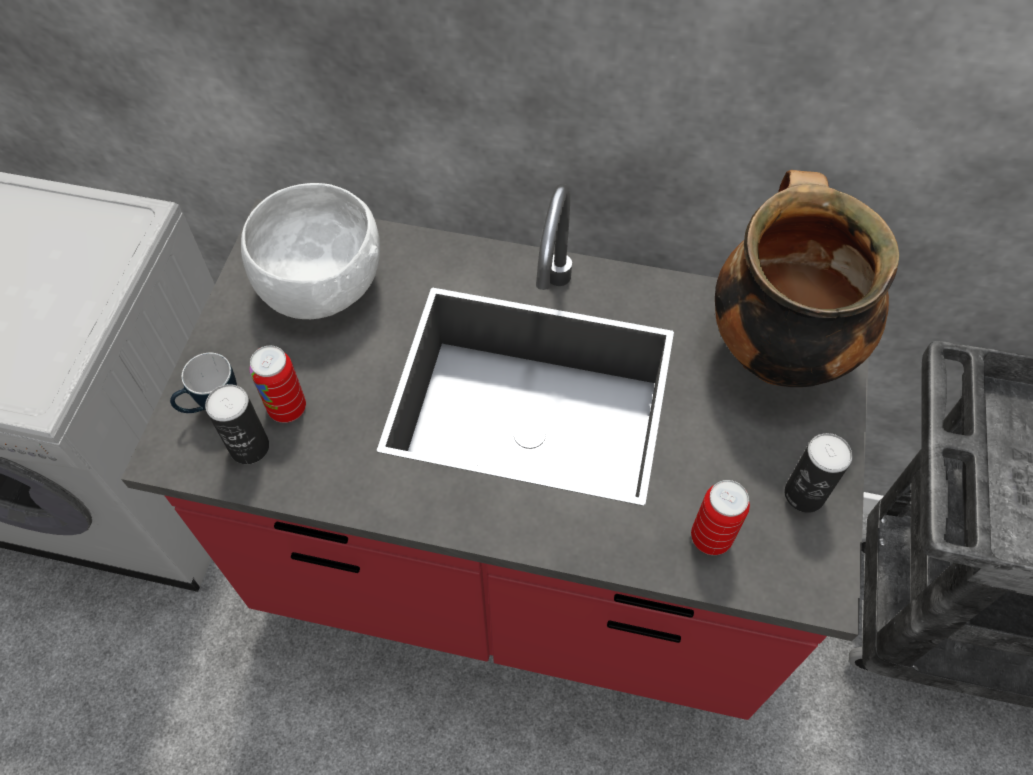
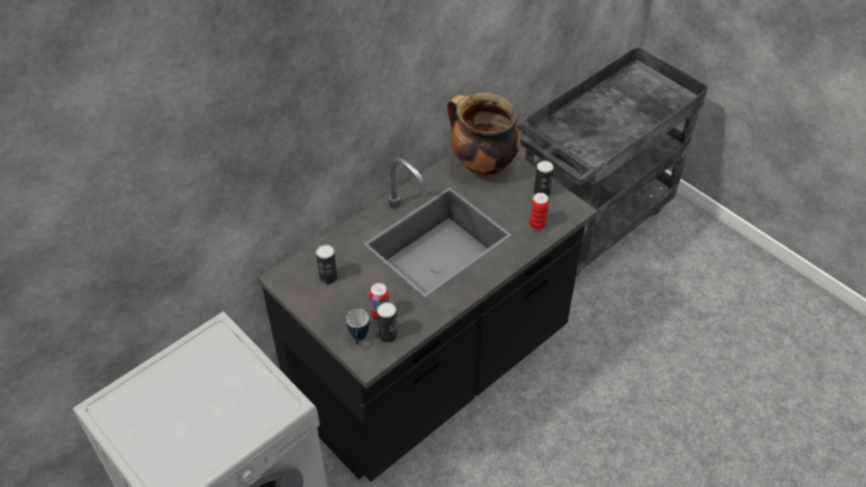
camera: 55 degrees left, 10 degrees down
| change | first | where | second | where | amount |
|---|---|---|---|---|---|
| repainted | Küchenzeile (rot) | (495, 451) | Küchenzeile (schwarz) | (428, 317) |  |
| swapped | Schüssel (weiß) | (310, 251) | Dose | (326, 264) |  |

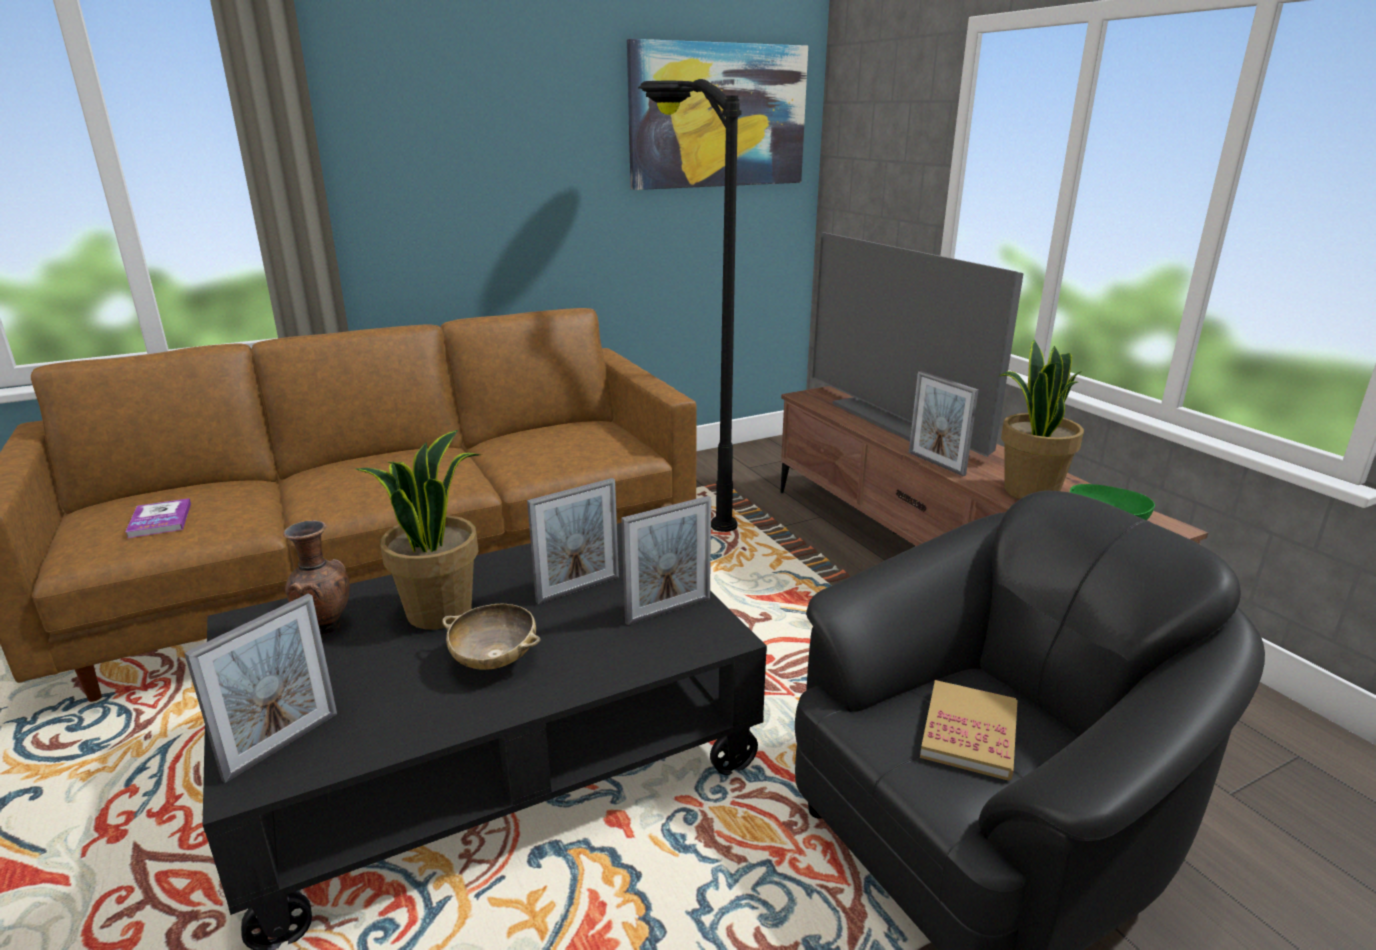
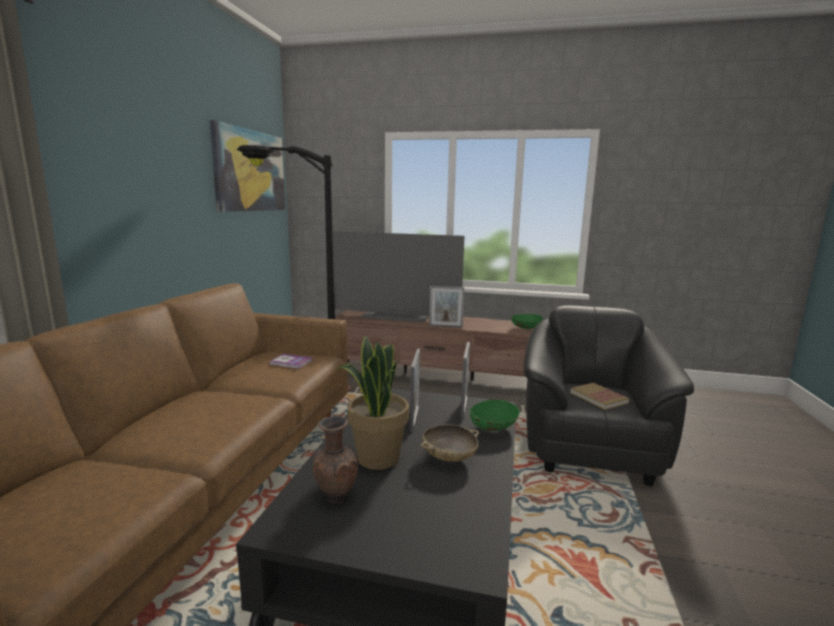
camera: 50 degrees left, 10 degrees down
| change | first | where | second | where | amount |
|---|---|---|---|---|---|
| shifted | Buch | (158, 518) |  | (291, 361) |  |
| gone | Bilderrahmen | (260, 688) |  |  |  |
| gone | Topfpflanze | (1041, 419) |  |  |  |
| new |  |  | Schüssel (grün) | (495, 415) |  |

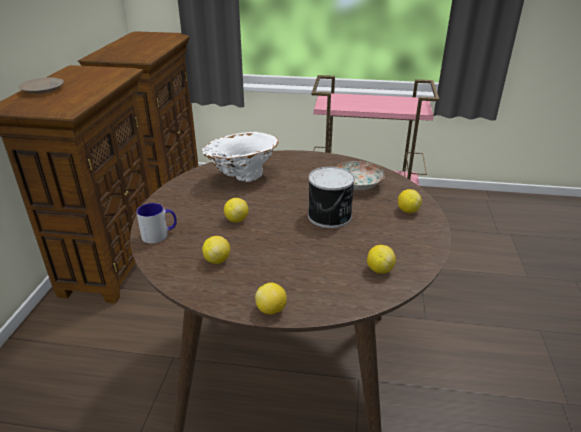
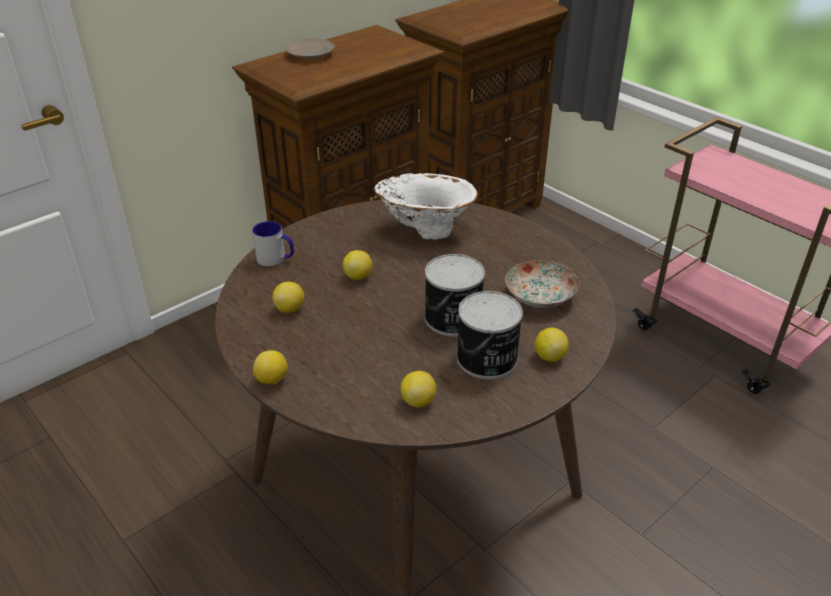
camera: 40 degrees right, 5 degrees up
| change | first | where | second | where | amount |
|---|---|---|---|---|---|
| new |  |  | Dose | (490, 335) |  |

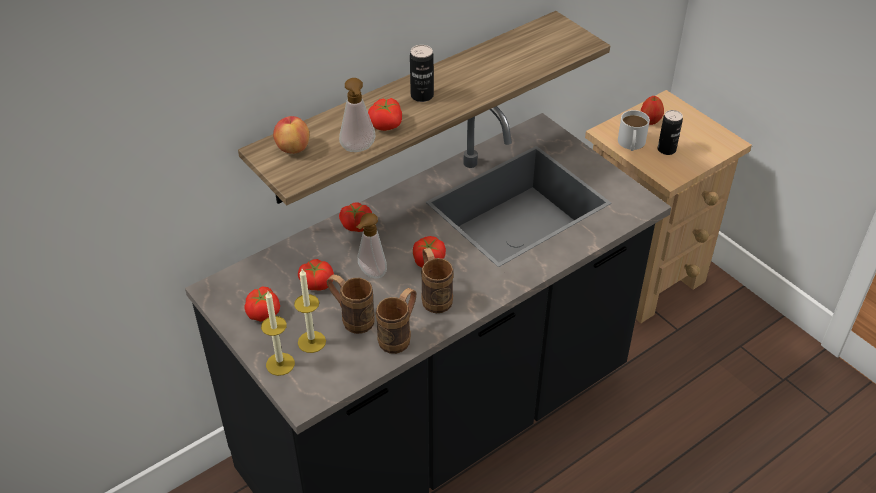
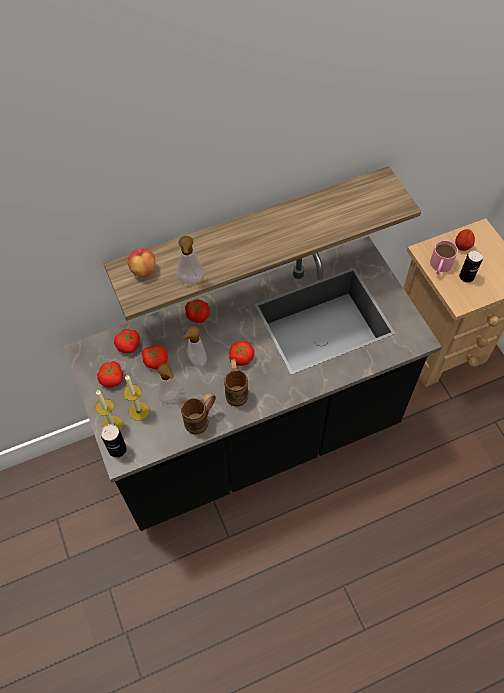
camera: 15 degrees right, 15 degrees up
| change | first | where | second | where | amount |
|---|---|---|---|---|---|
| swapped | Henkelbecher (braun) | (351, 304) | Seifenspender | (169, 383) |  |
| shifted | Tomate | (385, 114) |  | (127, 341) |  |
| shifted | Dose | (422, 73) |  | (114, 441) |  |
| repainted | Henkelbecher (weiß) | (634, 130) | Henkelbecher (rosa) | (444, 257) |  |

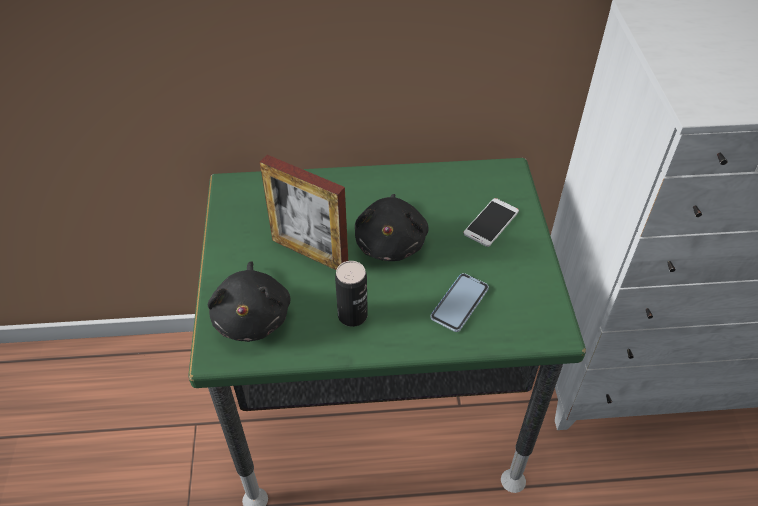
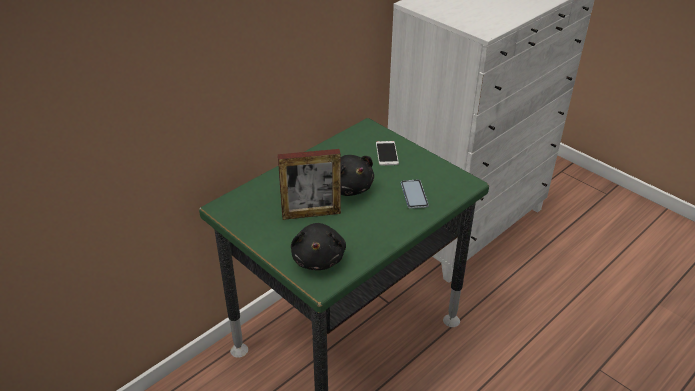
camera: 40 degrees left, 10 degrees down
| change | first | where | second | where | amount |
|---|---|---|---|---|---|
| rotated | Plüschtier (schwarz) | (249, 301) |  | (318, 246) | 45 degrees clockwise |
| gone | Dose | (351, 294) |  |  |  |

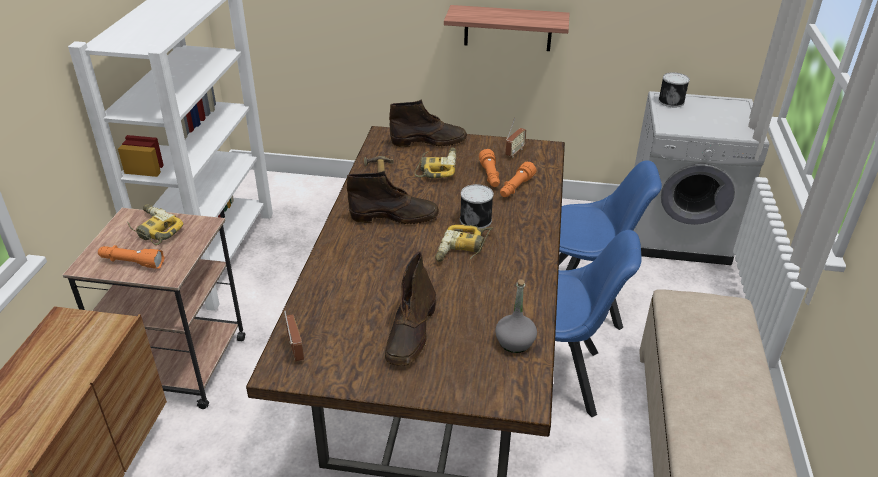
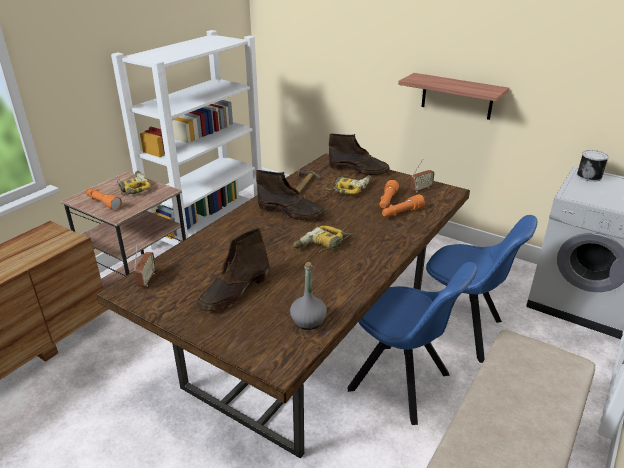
camera: 25 degrees right, 5 degrees down
| change | first | where | second | where | amount |
|---|---|---|---|---|---|
| gone | Dose | (476, 206) |  |  |  |

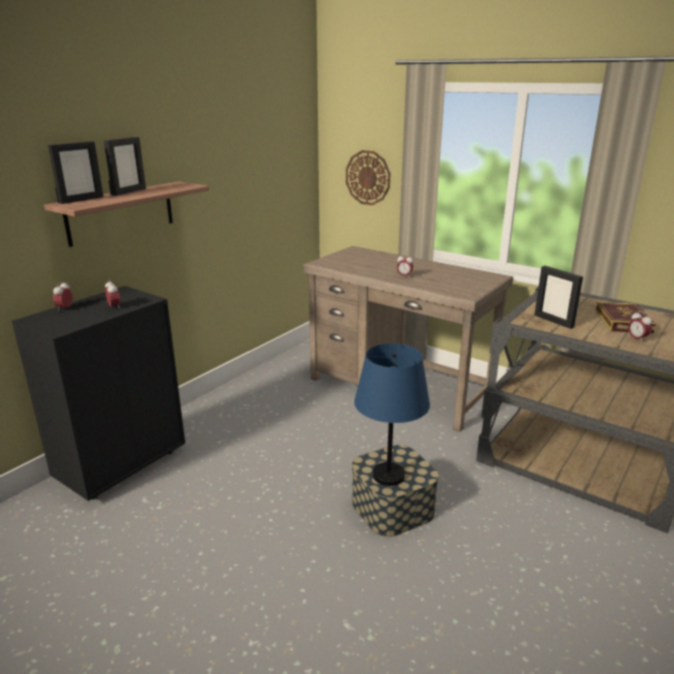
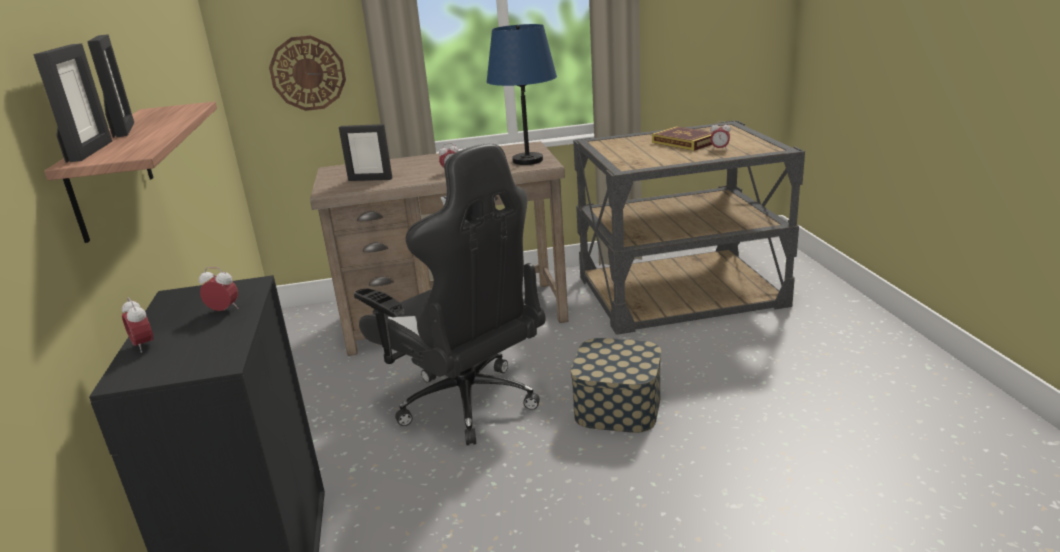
camera: 45 degrees left, 0 degrees up
| change | first | where | second | where | amount |
|---|---|---|---|---|---|
| shifted | Tischlampe (blau) | (392, 414) |  | (522, 94) |  |
| shifted | Bilderrahmen | (558, 297) |  | (365, 152) |  |
| new |  |  | Bürostuhl (schwarz) | (450, 294) |  |

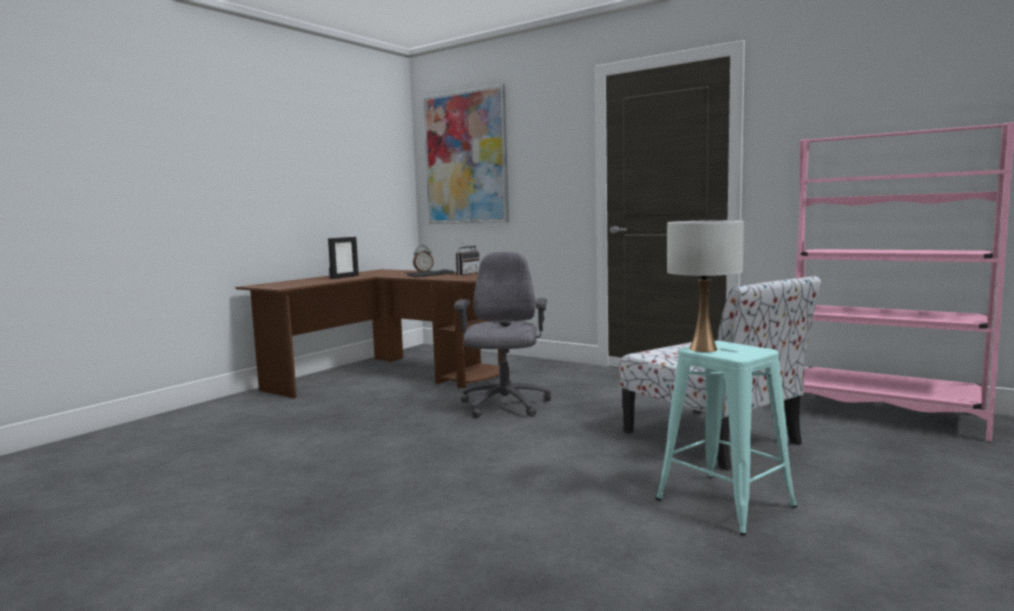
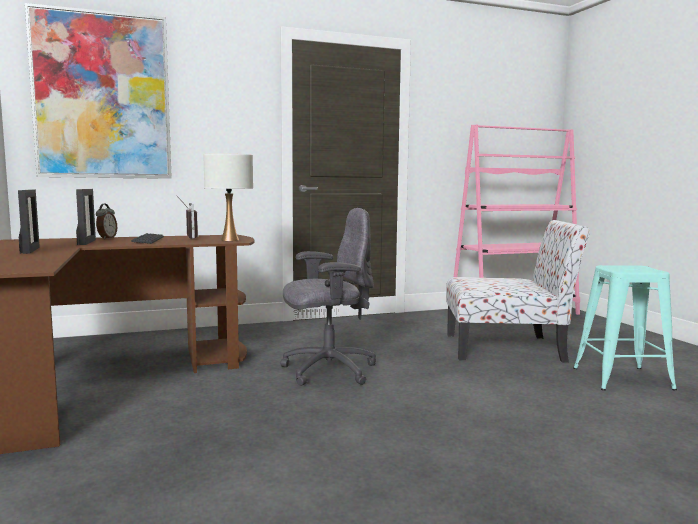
camera: 55 degrees left, 0 degrees up
| change | first | where | second | where | amount |
|---|---|---|---|---|---|
| rotated | Bürostuhl (grau) | (502, 334) |  | (328, 297) | 120 degrees clockwise |
| shifted | Tischlampe (weiß) | (705, 286) |  | (228, 197) |  |
| new |  |  | Bilderrahmen | (86, 217) |  |

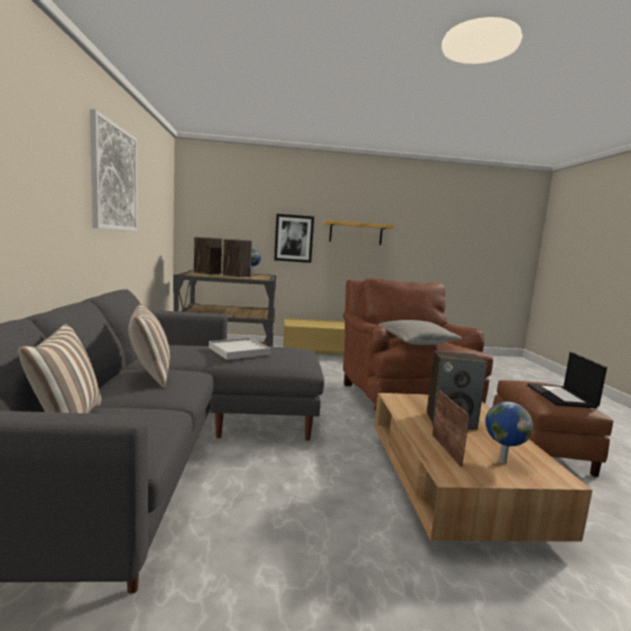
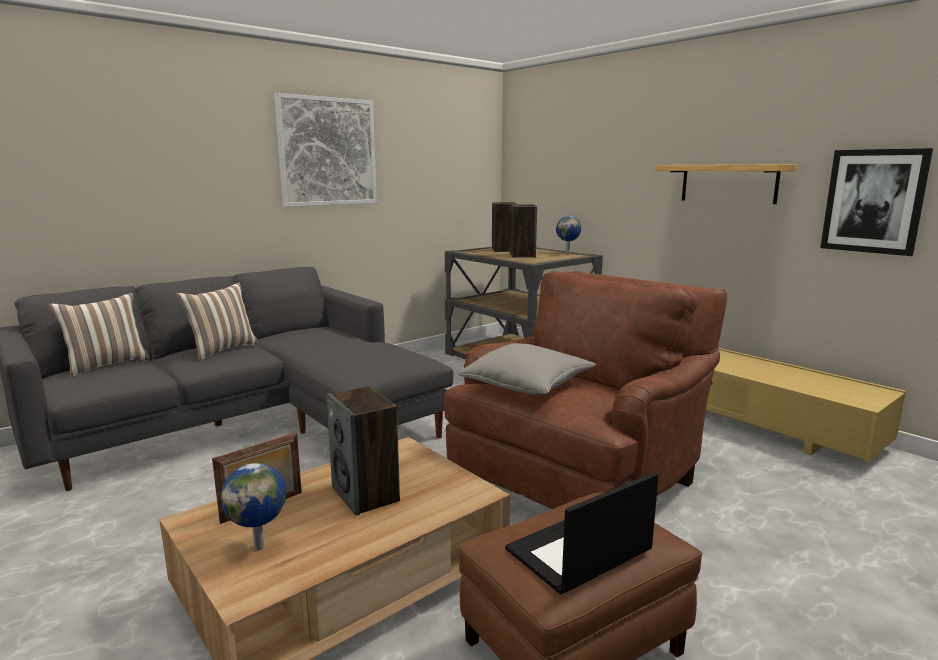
camera: 55 degrees right, 5 degrees up
| change | first | where | second | where | amount |
|---|---|---|---|---|---|
| gone | Tablett (weiß) | (239, 349) |  |  |  |
| shifted | Bild | (294, 238) |  | (876, 202) |  |

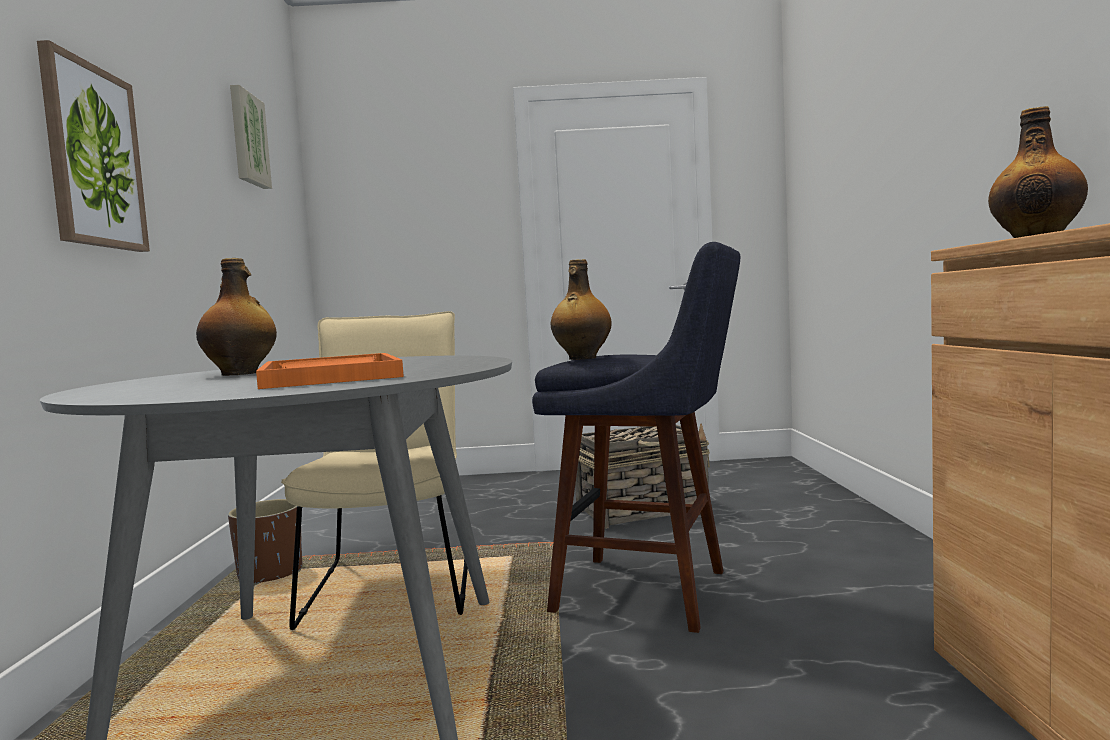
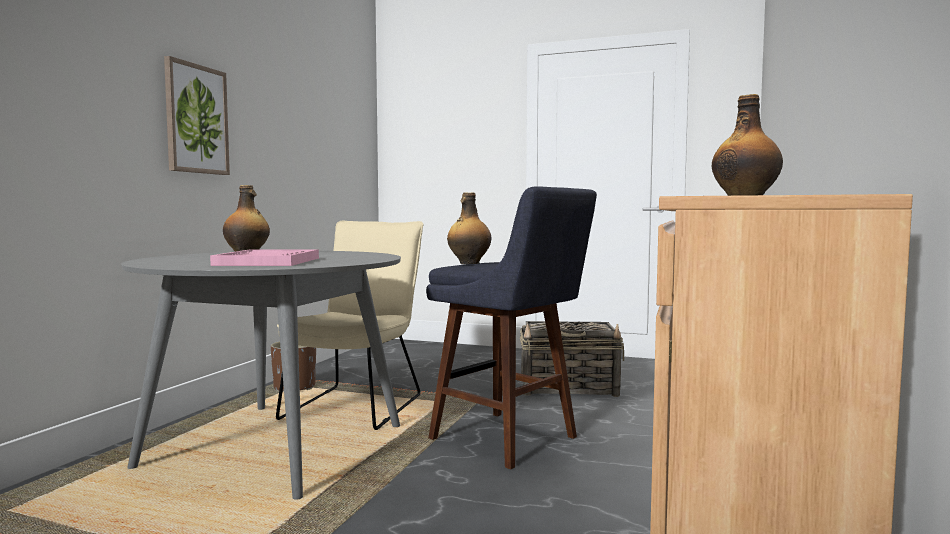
camera: 20 degrees right, 0 degrees up
| change | first | where | second | where | amount |
|---|---|---|---|---|---|
| gone | Bild | (251, 137) |  |  |  |
| repainted | Tablett (orange) | (330, 371) | Tablett (rosa) | (264, 257) |  |

